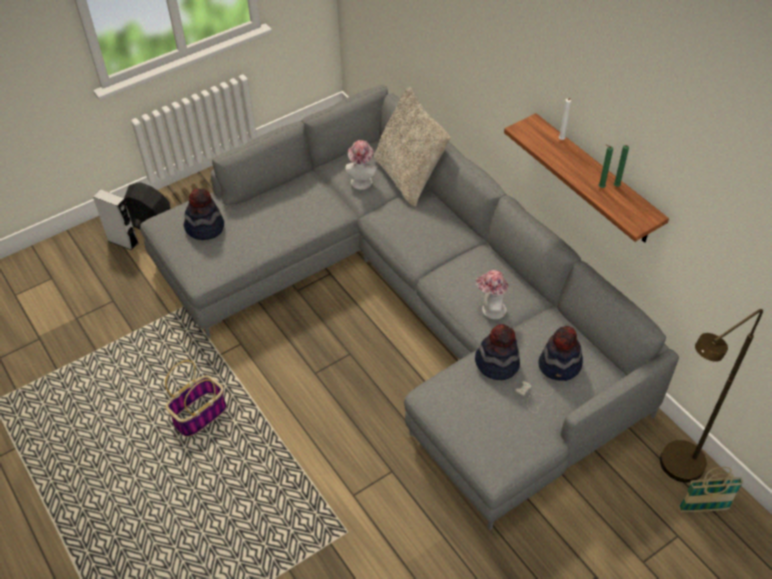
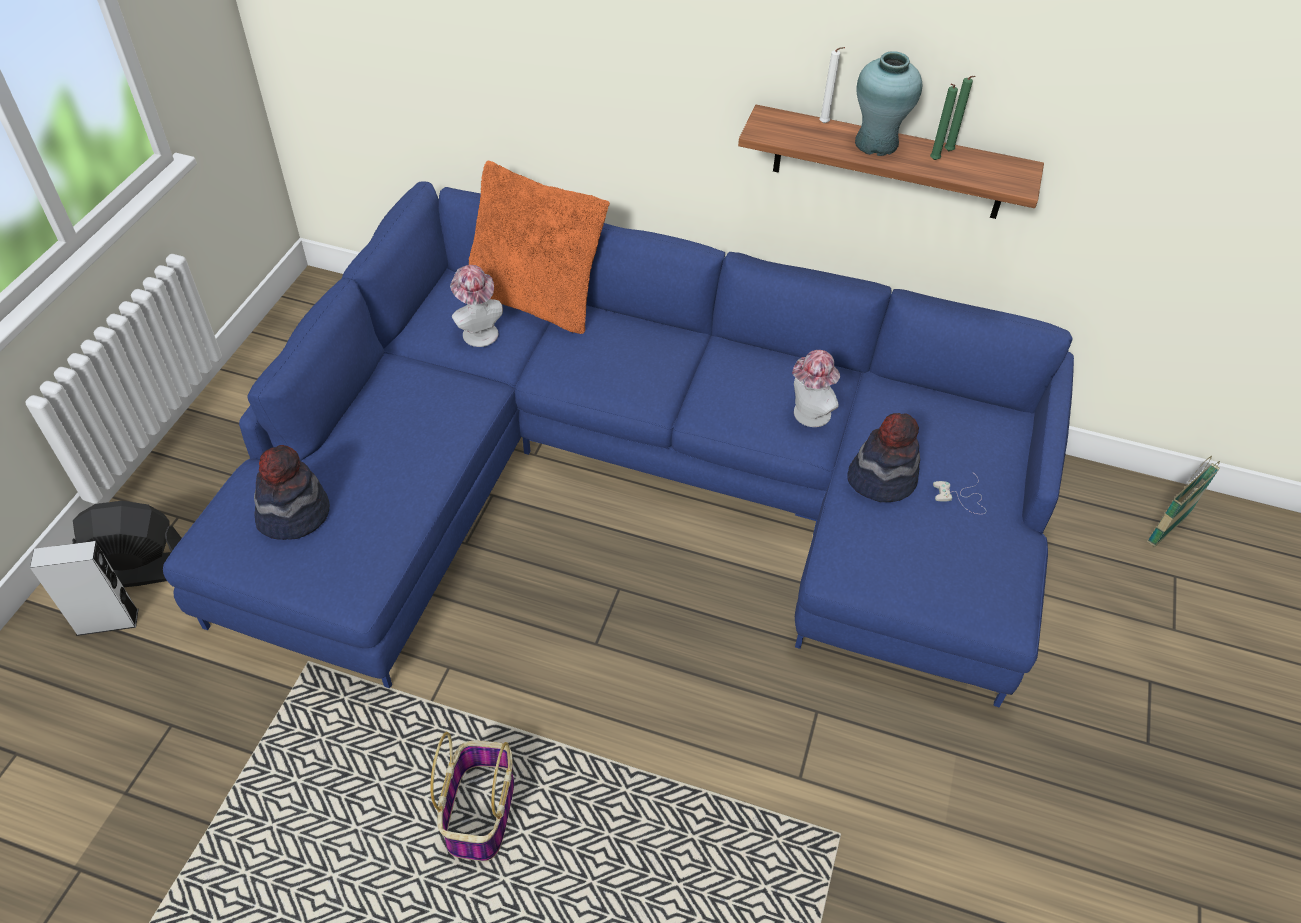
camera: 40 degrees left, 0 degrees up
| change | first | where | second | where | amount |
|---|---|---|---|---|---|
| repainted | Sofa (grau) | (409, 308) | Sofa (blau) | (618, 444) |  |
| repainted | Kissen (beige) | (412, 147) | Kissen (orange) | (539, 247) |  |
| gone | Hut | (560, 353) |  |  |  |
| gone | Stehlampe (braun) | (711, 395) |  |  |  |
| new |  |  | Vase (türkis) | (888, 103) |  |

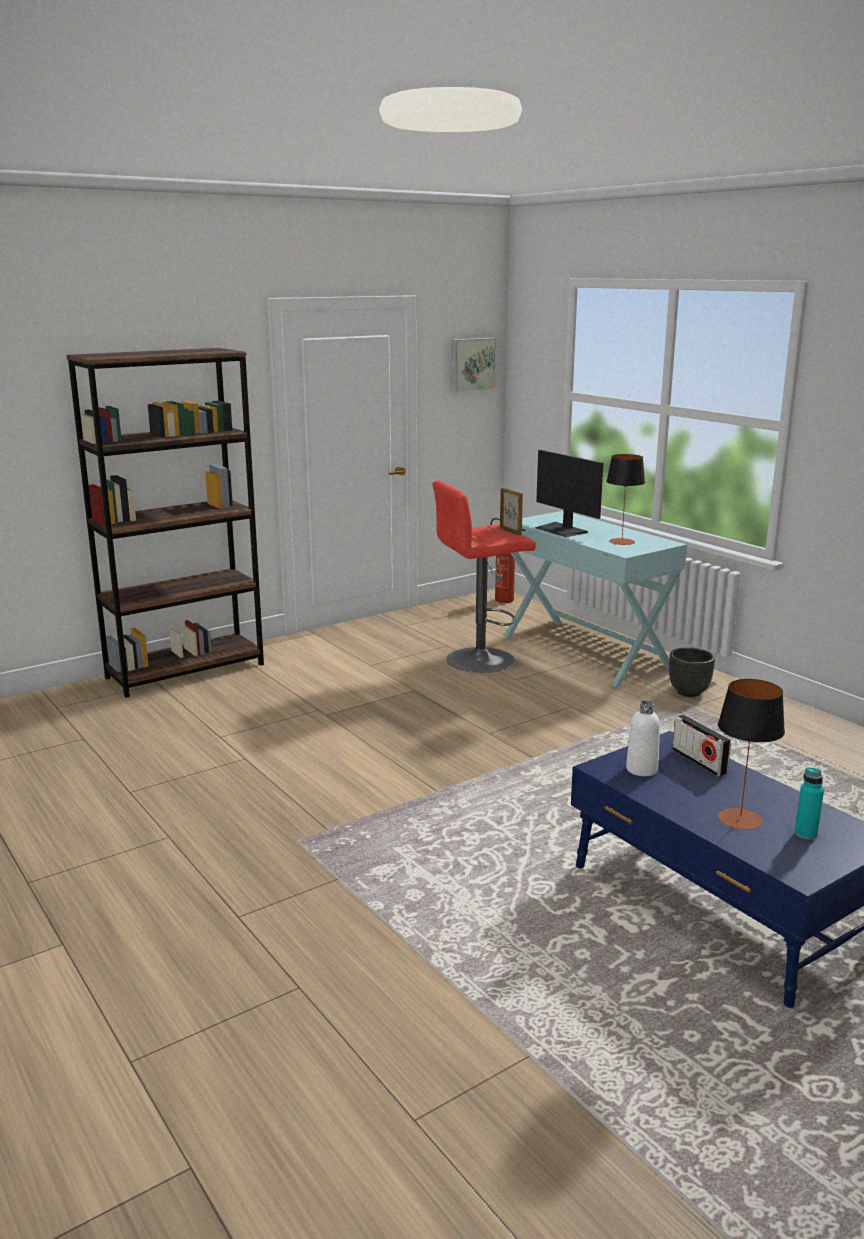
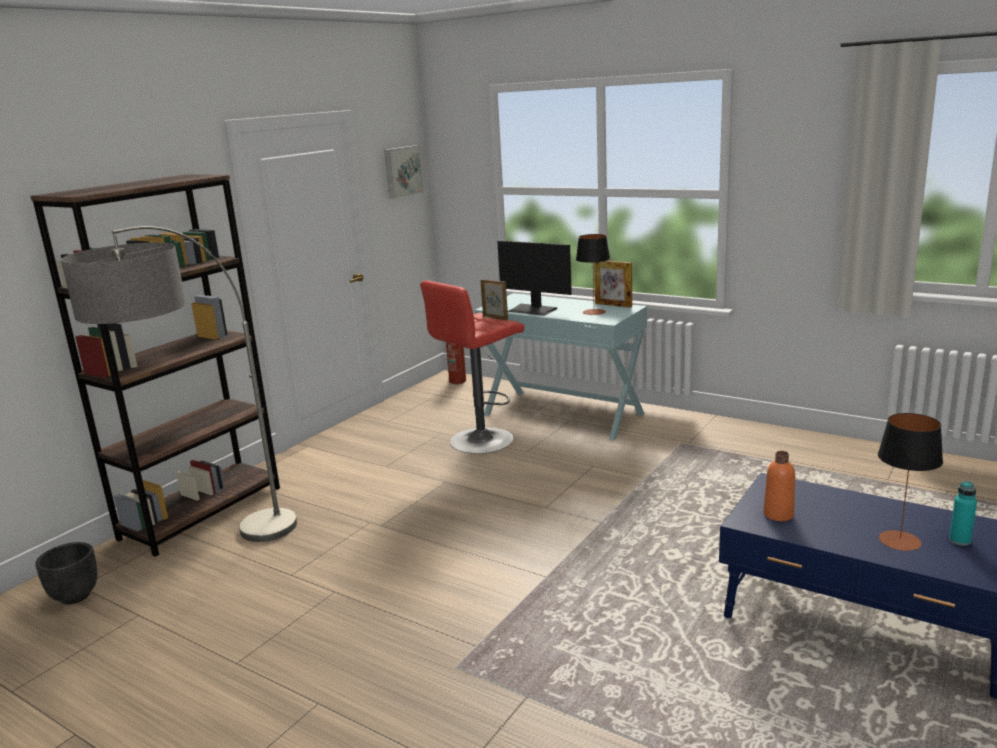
camera: 20 degrees left, 0 degrees up
| change | first | where | second | where | amount |
|---|---|---|---|---|---|
| repainted | Flasche (weiß) | (643, 738) | Flasche (orange) | (779, 486) |  |
| shifted | Pflanzkübel (schwarz) | (692, 672) |  | (66, 573) |  |
| gone | Radio | (701, 746) |  |  |  |
| new |  |  | Stehlampe | (179, 384) |  |
| new |  |  | Bilderrahmen | (613, 284) |  |

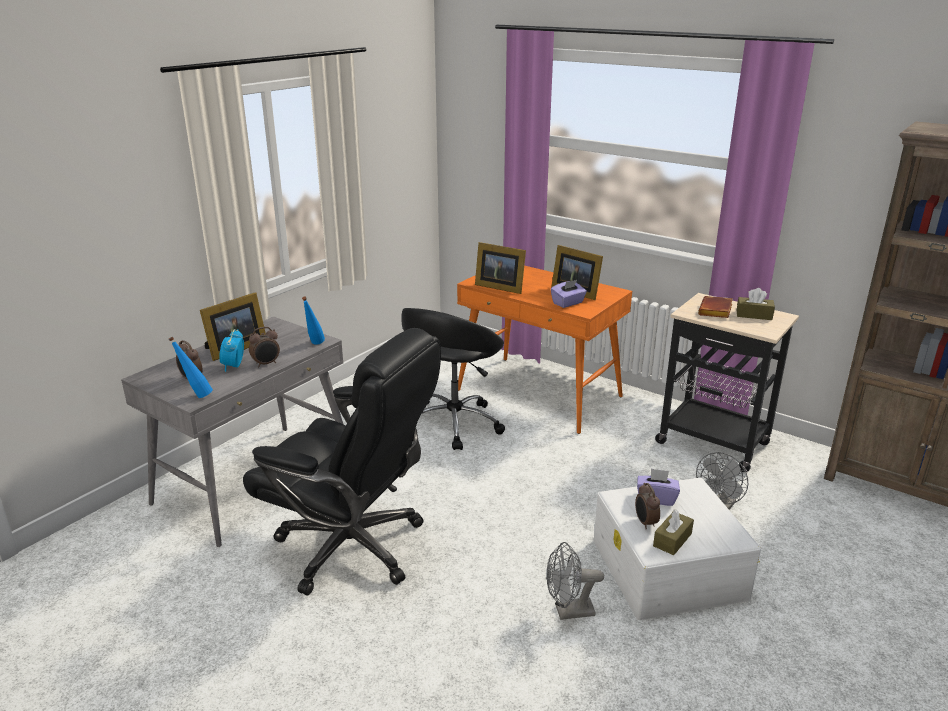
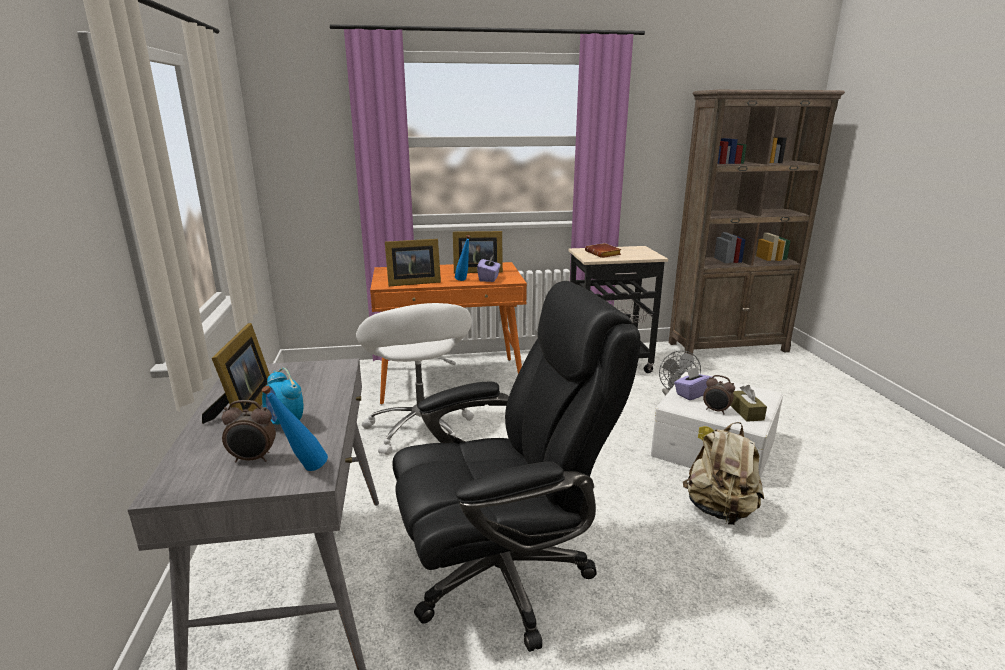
camera: 45 degrees left, 5 degrees down
| change | first | where | second | where | amount |
|---|---|---|---|---|---|
| gone | Wecker | (264, 347) |  |  |  |
| shifted | Flasche (blau) | (313, 320) |  | (462, 258) |  |
| repainted | Bürostuhl (schwarz) | (453, 379) | Bürostuhl (weiß) | (415, 379) |  |
| swapped | Ventilator (grau) | (575, 581) | Rucksack (beige) | (723, 473) |  |
| gone | Taschentuchbox (braun) | (756, 304) |  |  |  |

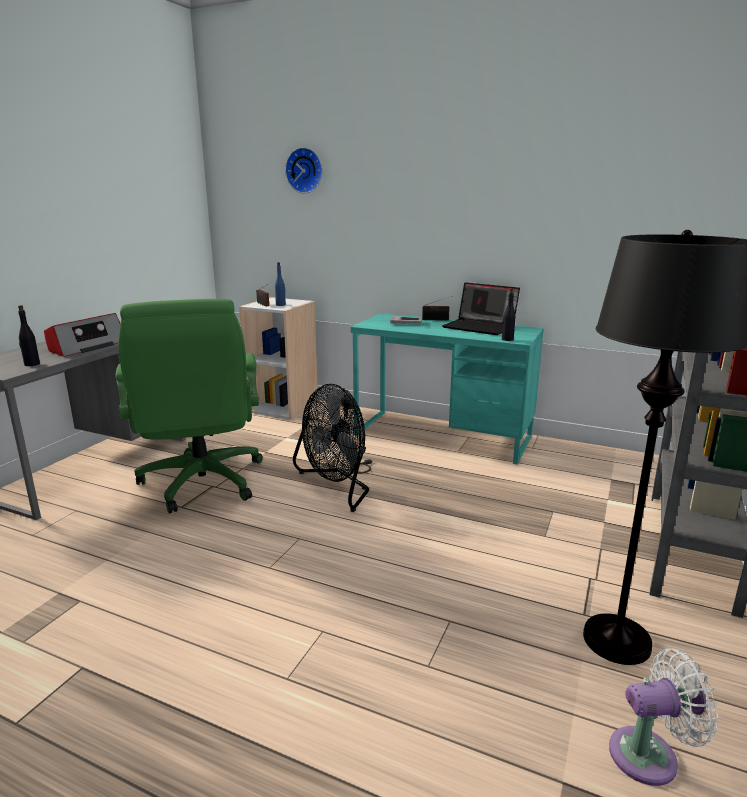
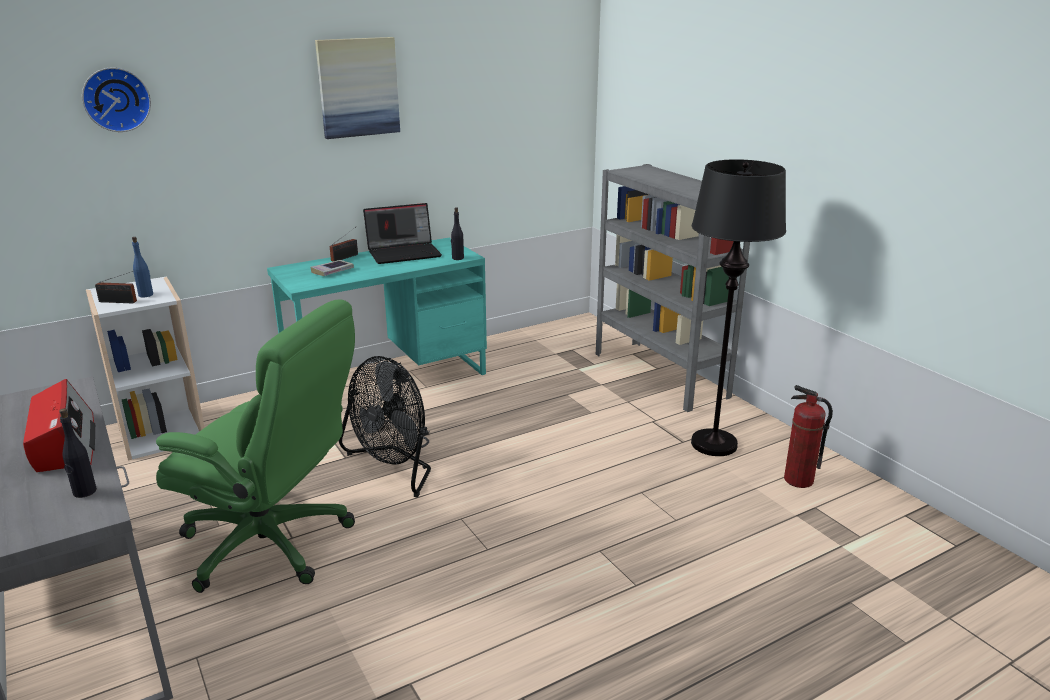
camera: 55 degrees left, 5 degrees up
| change | first | where | second | where | amount |
|---|---|---|---|---|---|
| rotated | Ventilator (schwarz) | (332, 448) |  | (385, 427) | 45 degrees clockwise |
| swapped | Ventilator (weiß) | (663, 717) | Feuerlöscher | (808, 436) |  |
| new |  |  | Bild | (357, 88) |  |

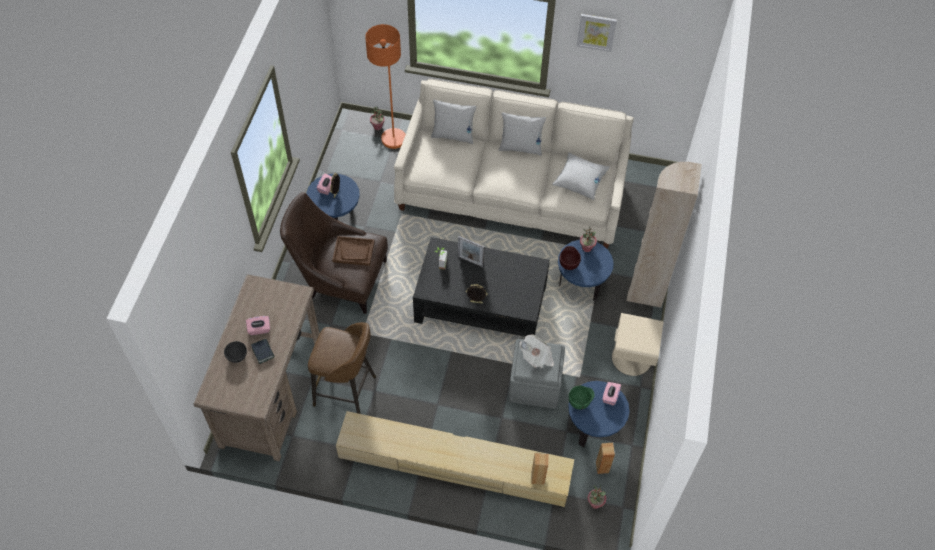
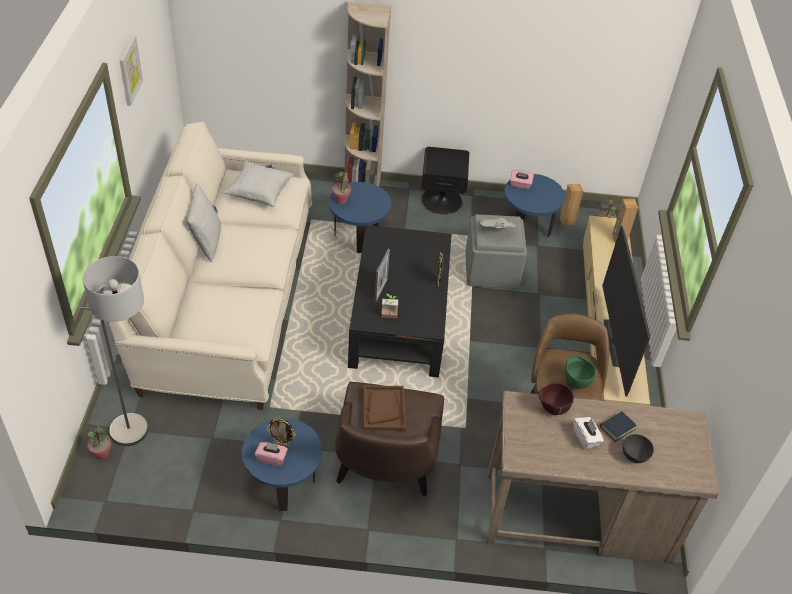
camera: 100 degrees left, 10 degrees down
| change | first | where | second | where | amount |
|---|---|---|---|---|---|
| repainted | Taschentuchbox (rosa) | (258, 325) | Taschentuchbox (weiß) | (588, 433) |  |
| repainted | Stehlampe (orange) | (385, 86) | Stehlampe (grau) | (114, 351) |  |
| gone | Kissen (grau) | (453, 122) |  |  |  |
| shifted | Schüssel (braun) | (570, 258) |  | (556, 399) |  |
| shifted | Schüssel (grün) | (582, 397) |  | (580, 372) |  |
| repainted | Nachttisch (beige) | (638, 344) | Nachttisch (schwarz) | (445, 181) |  |
| new |  |  | Fernseher | (626, 311) |  |

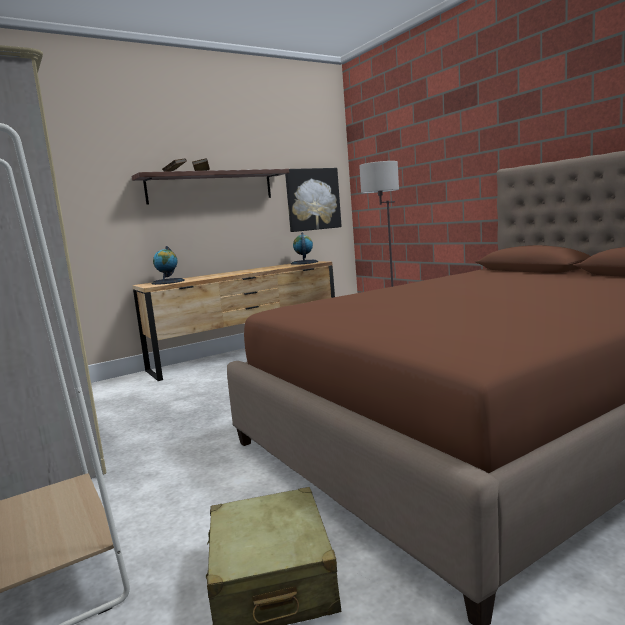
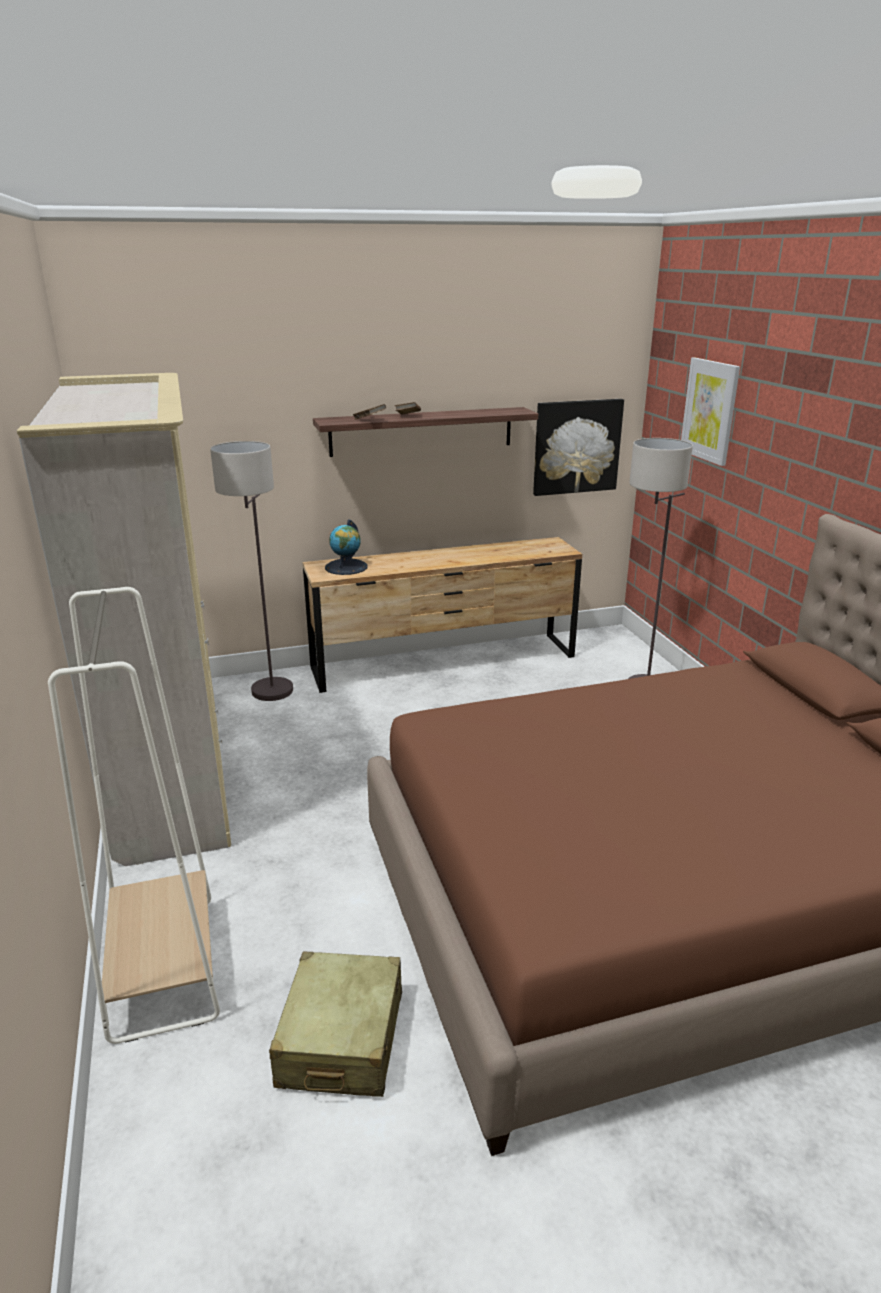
camera: 15 degrees right, 15 degrees up
| change | first | where | second | where | amount |
|---|---|---|---|---|---|
| gone | Globus | (304, 248) |  |  |  |
| new |  |  | Stehlampe (grau) | (251, 571) |  |
| new |  |  | Bild | (710, 411) |  |

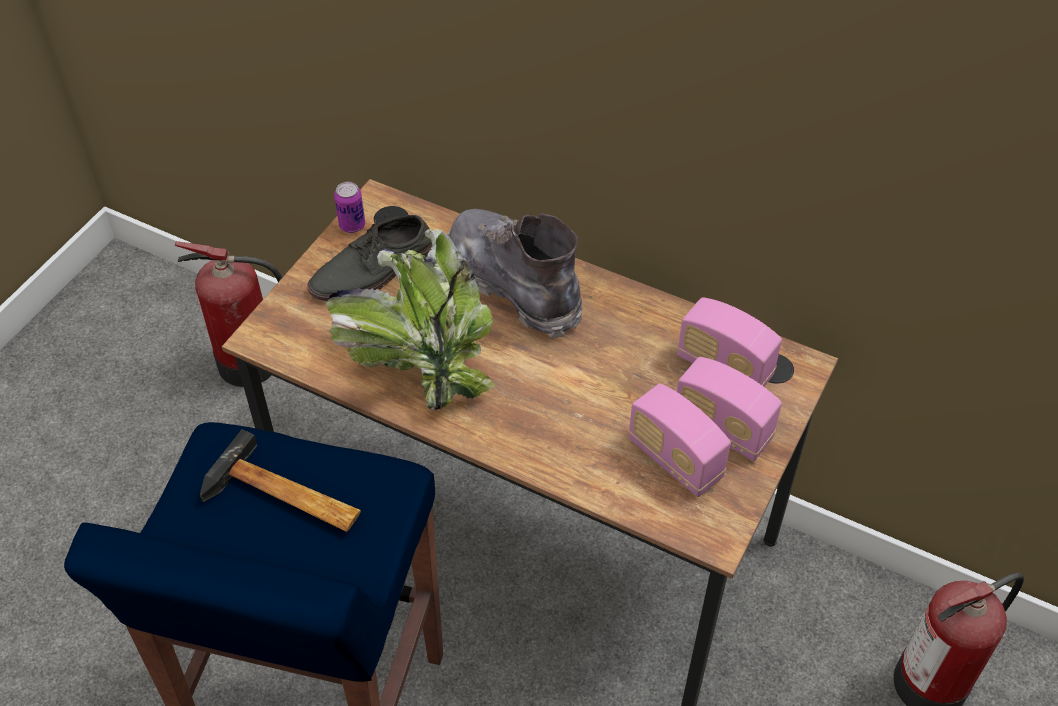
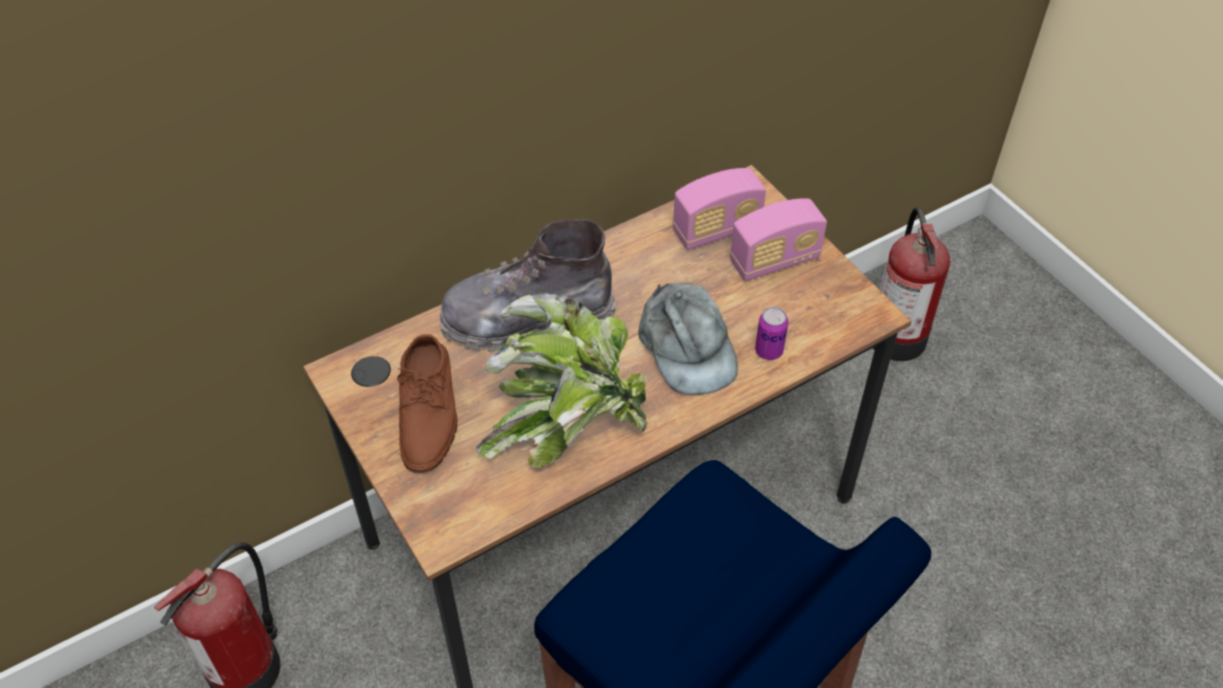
camera: 60 degrees left, 0 degrees up
| change | first | where | second | where | amount |
|---|---|---|---|---|---|
| gone | Hammer | (280, 481) |  |  |  |
| repainted | Schuh (grau) | (369, 258) | Schuh (braun) | (427, 403) |  |
| shifted | Dose | (349, 207) |  | (771, 333) |  |
| gone | Radio | (679, 440) |  |  |  |
| new |  |  | Kappe (grau) | (688, 339) |  |

